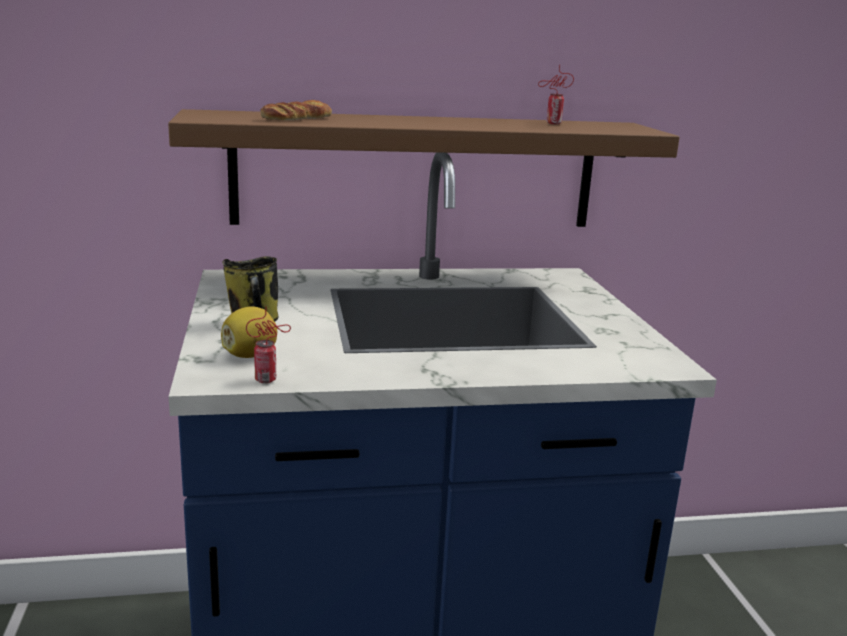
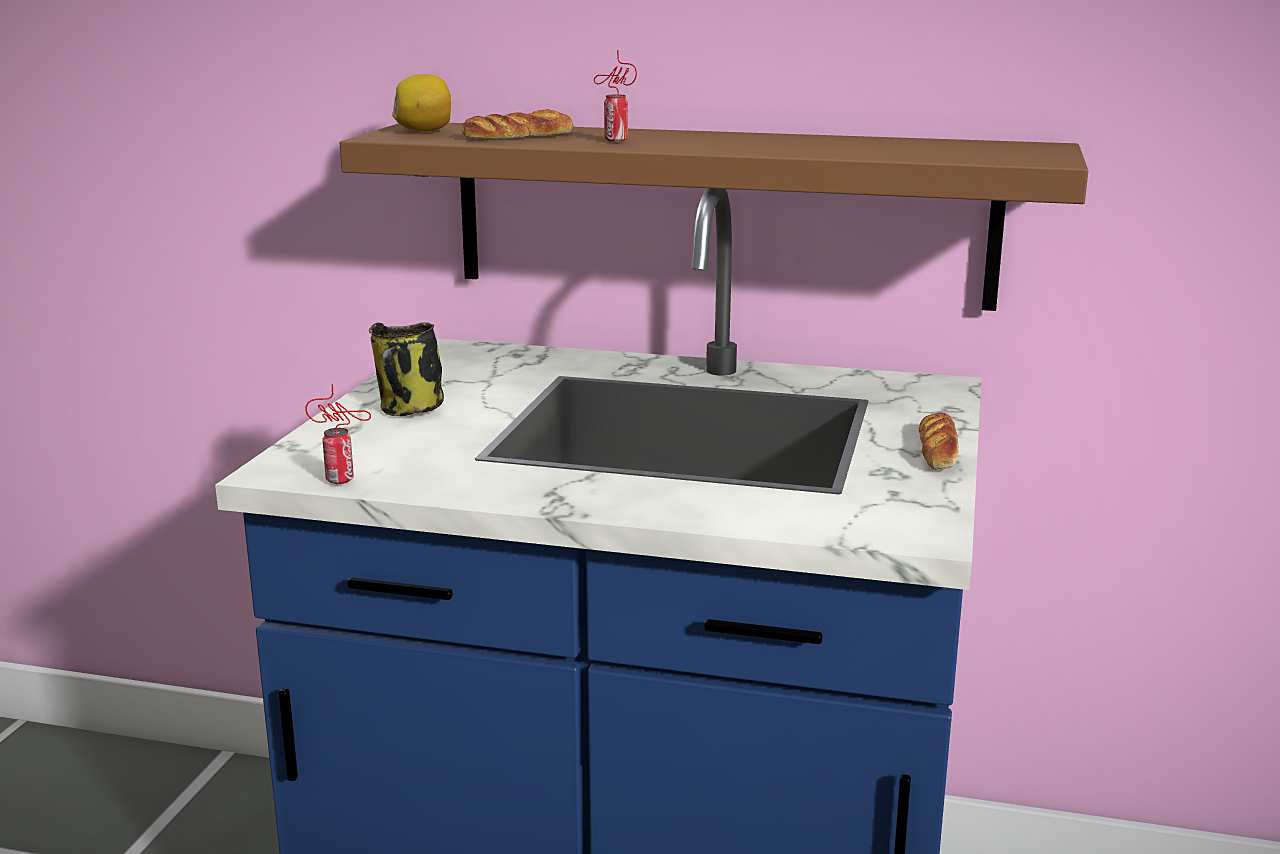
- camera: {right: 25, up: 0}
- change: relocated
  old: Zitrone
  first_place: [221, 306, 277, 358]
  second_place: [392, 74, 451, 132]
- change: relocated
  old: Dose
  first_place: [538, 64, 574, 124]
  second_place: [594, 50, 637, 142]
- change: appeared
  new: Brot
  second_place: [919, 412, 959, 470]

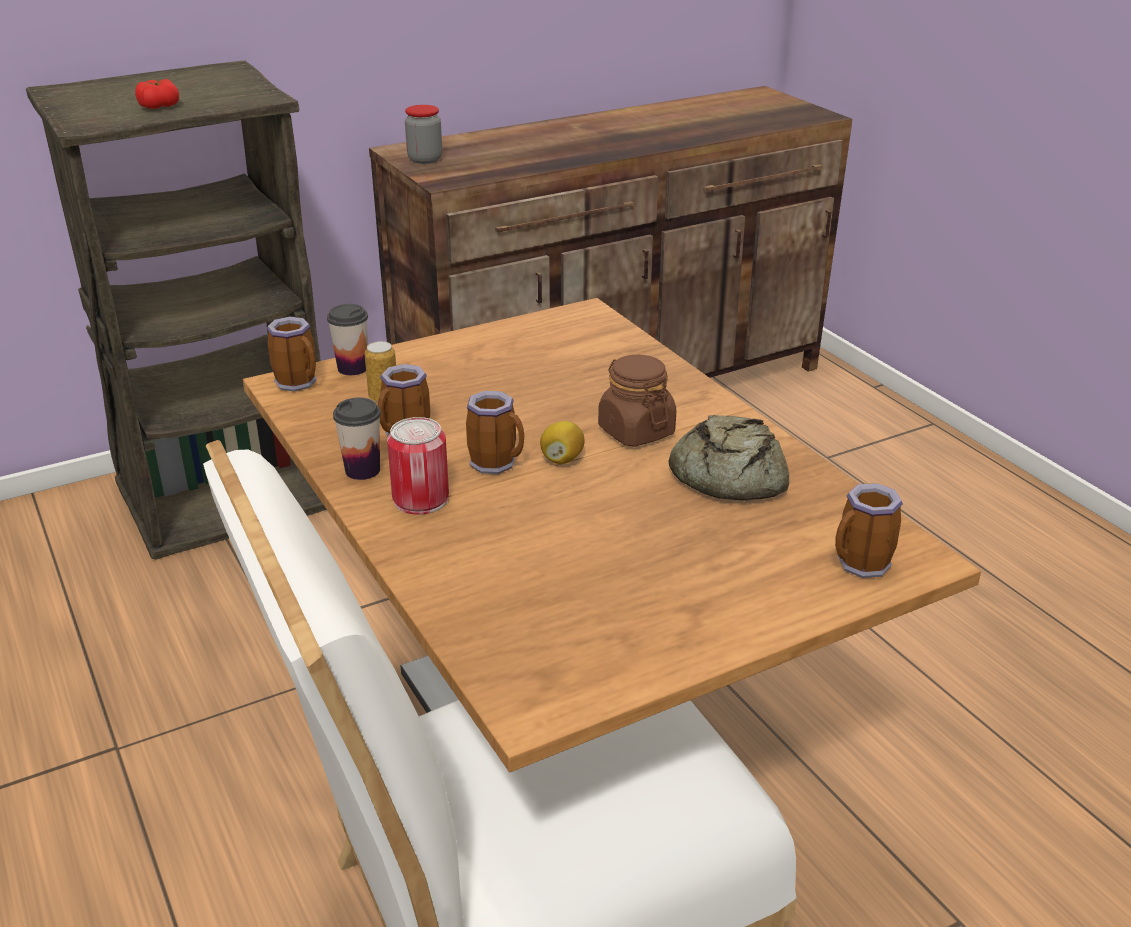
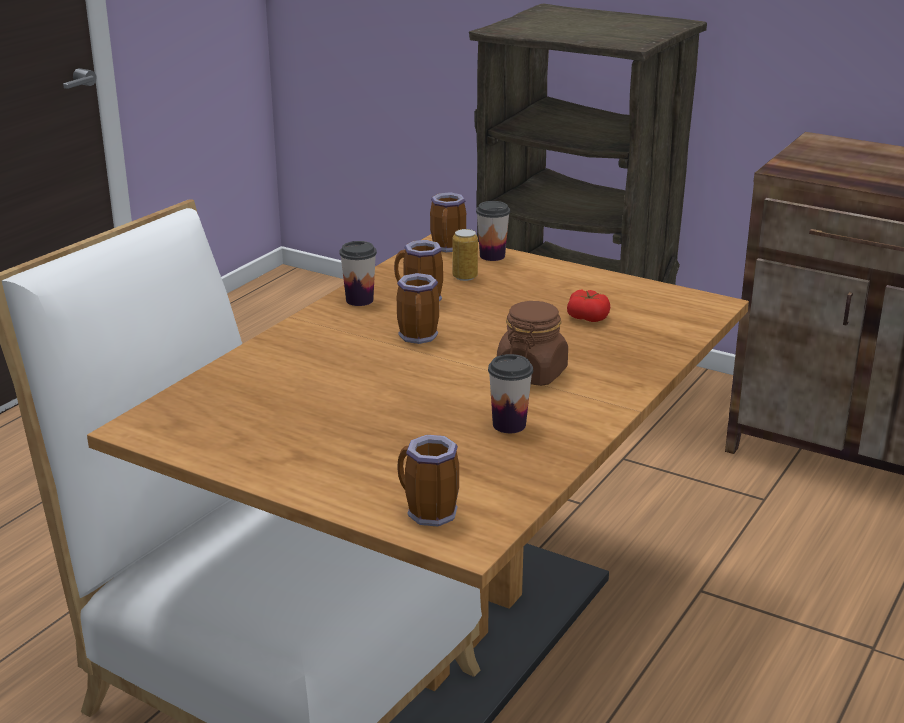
- camera: {right: 60, up: -5}
- change: relocated
  old: Tomate
  first_place: [135, 79, 179, 109]
  second_place: [567, 289, 610, 322]
- change: missing
  old: Dose
  first_place: [387, 417, 449, 515]
- change: missing
  old: Vorratsglas
  first_place: [405, 105, 442, 164]
- change: missing
  old: Zitrone
  first_place: [540, 421, 585, 464]
- change: exchanged
  old: Brot
  new: Tasse
  first_place: [668, 415, 789, 501]
  second_place: [488, 354, 533, 433]

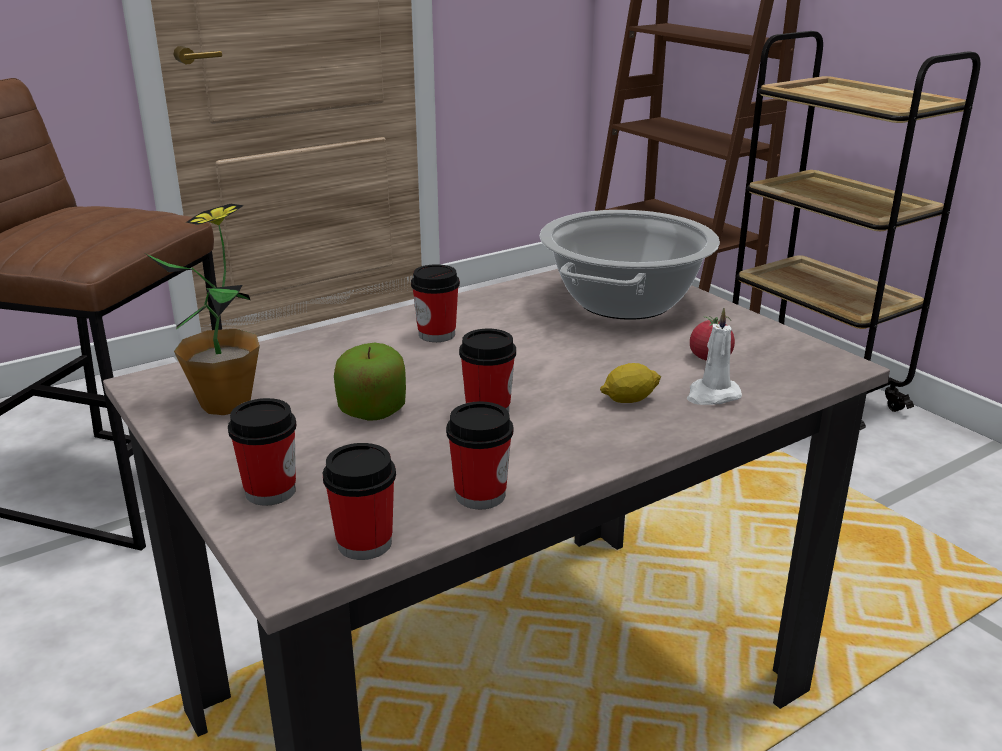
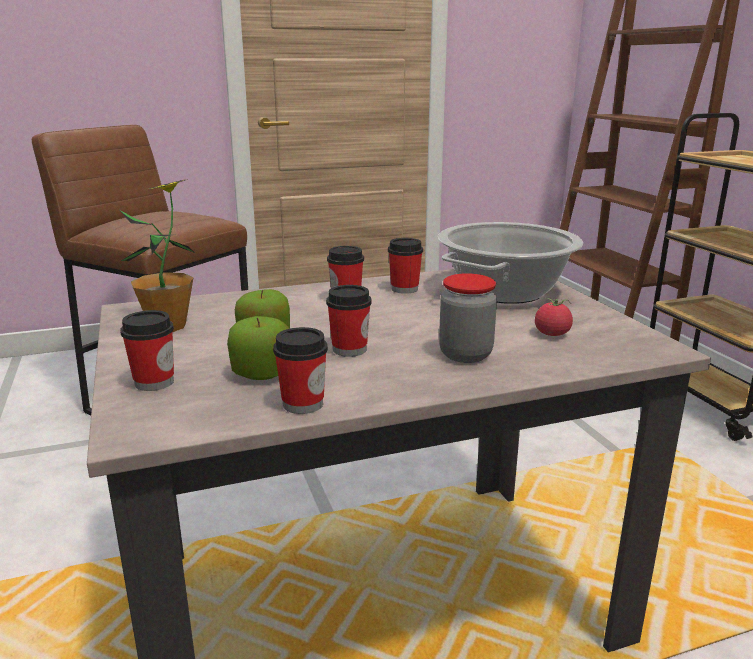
- camera: {right: 15, up: -5}
- change: relocated
  old: Tasse
  first_place: [323, 443, 396, 560]
  second_place: [388, 238, 423, 294]
- change: exchanged
  old: Zitrone
  new: Vorratsglas
  first_place: [600, 363, 661, 403]
  second_place: [439, 273, 497, 363]
- change: missing
  old: Kerze/weiß
  first_place: [686, 308, 742, 405]
- change: appeared
  new: Apfel
  second_place: [227, 316, 289, 380]

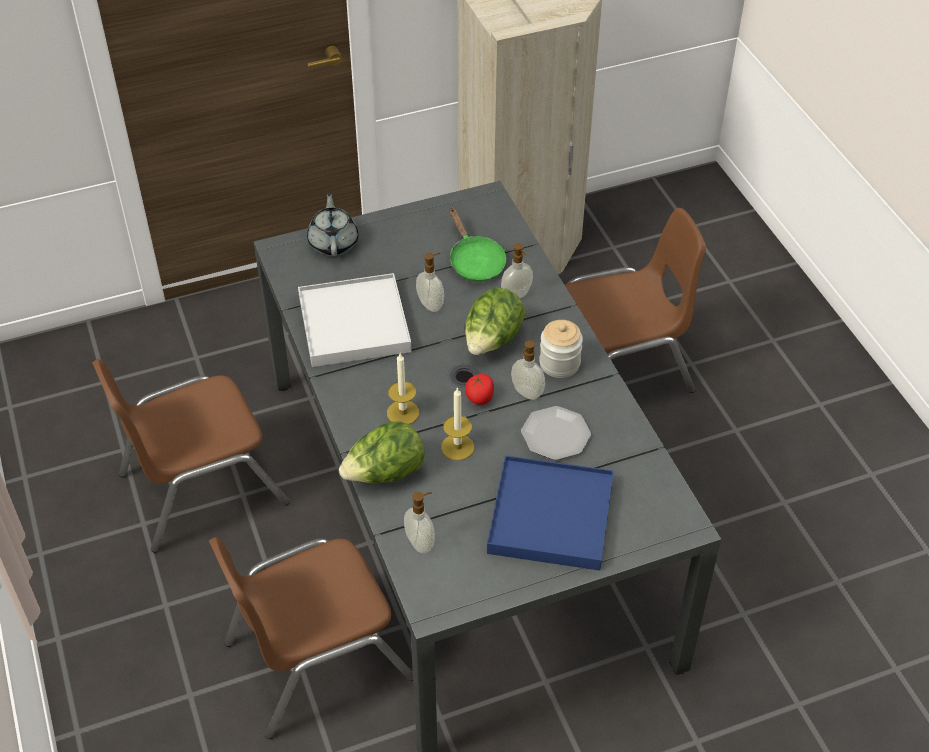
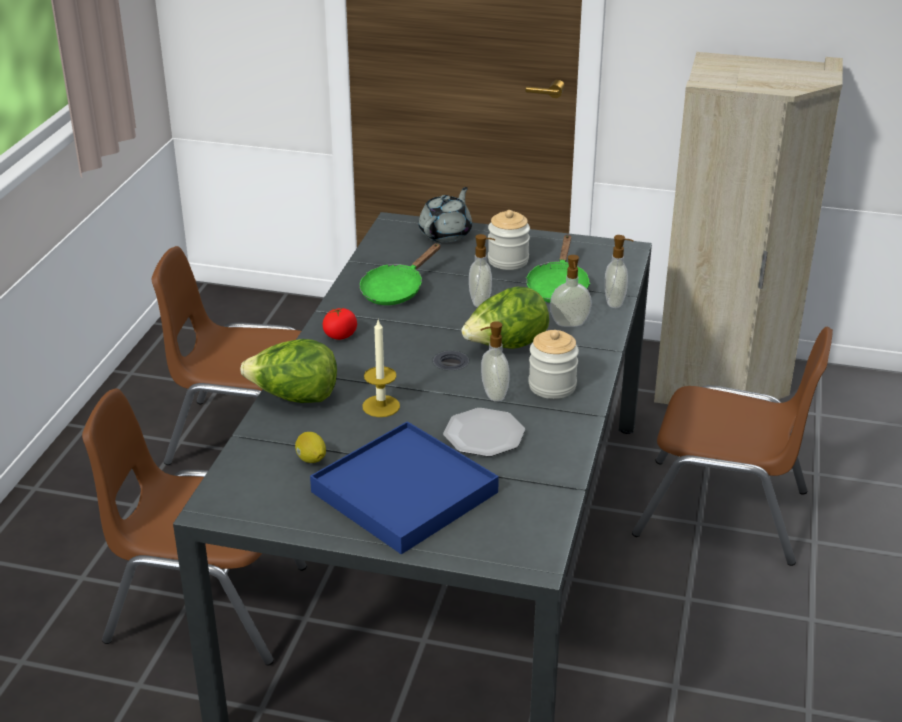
- camera: {right: 35, up: -15}
- change: exchanged
  old: Tablett/weiß
  new: Pfanne/grün
  first_place: [298, 273, 412, 367]
  second_place: [359, 243, 441, 305]
- change: missing
  old: Kerze
  first_place: [387, 353, 419, 424]
- change: relocated
  old: Seifenspender
  first_place: [404, 492, 435, 554]
  second_place: [604, 235, 634, 308]
- change: relocated
  old: Tomate
  first_place: [465, 374, 494, 405]
  second_place: [323, 307, 357, 340]
- change: appeared
  new: Zitrone
  second_place: [295, 432, 326, 463]
- change: appeared
  new: Vorratsglas
  second_place: [488, 210, 530, 270]

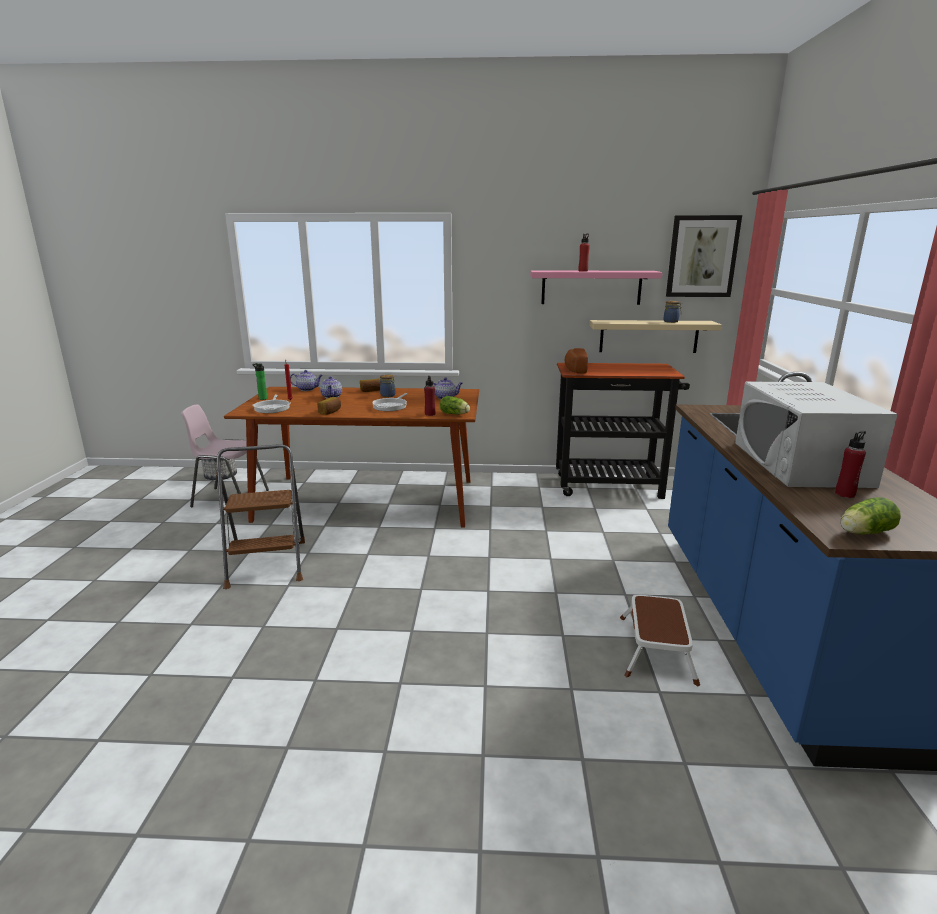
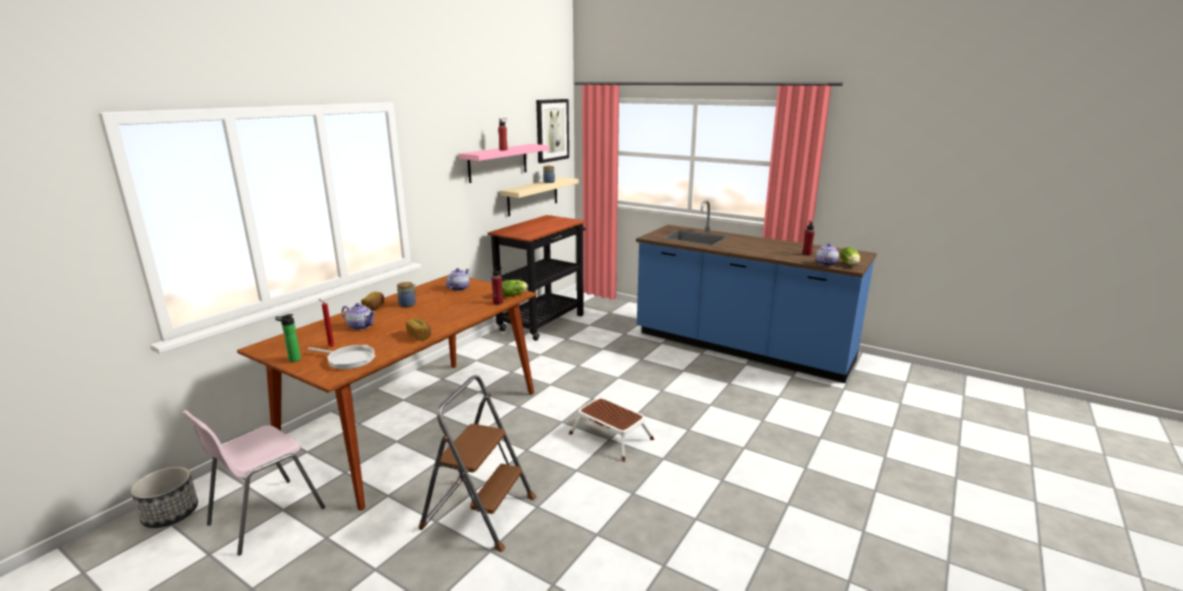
- camera: {right: -60, up: 0}
- change: relocated
  old: Teekanne
  first_place: [290, 370, 323, 391]
  second_place: [816, 243, 839, 266]
- change: missing
  old: Pfanne
  first_place: [372, 393, 407, 411]
- change: missing
  old: Brot
  first_place: [565, 348, 588, 373]
- change: relocated
  old: Trittleiter/braun
  first_place: [620, 595, 700, 686]
  second_place: [569, 398, 654, 462]
- change: missing
  old: Mikrowelle/weiß
  first_place: [735, 382, 898, 488]

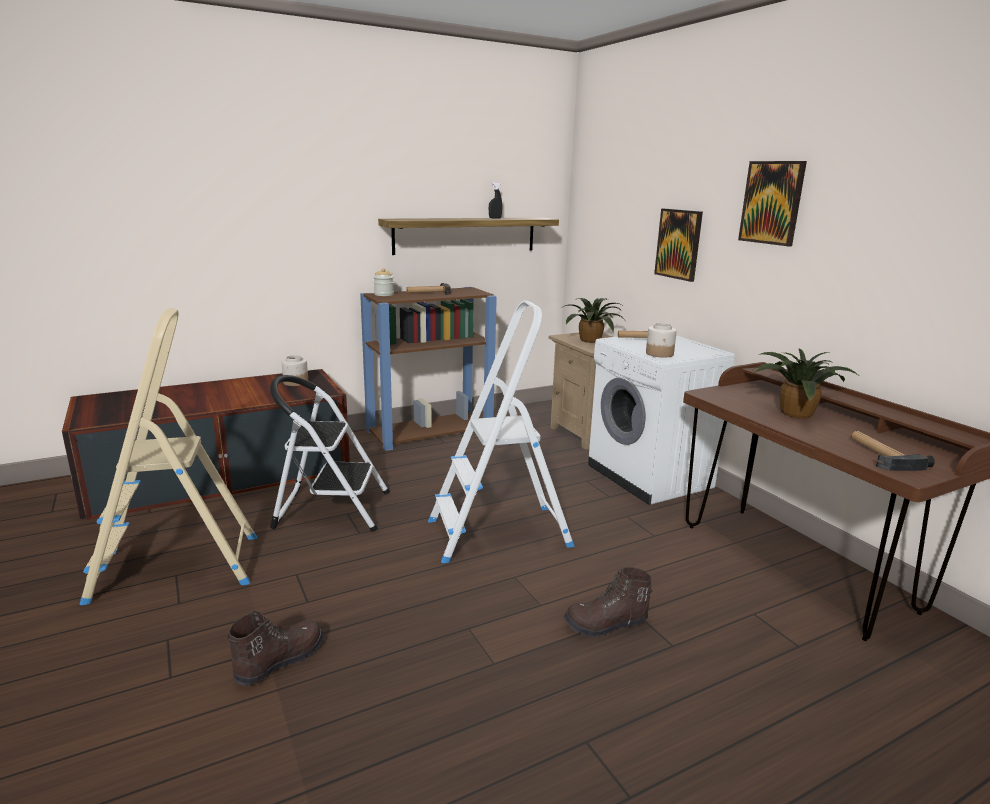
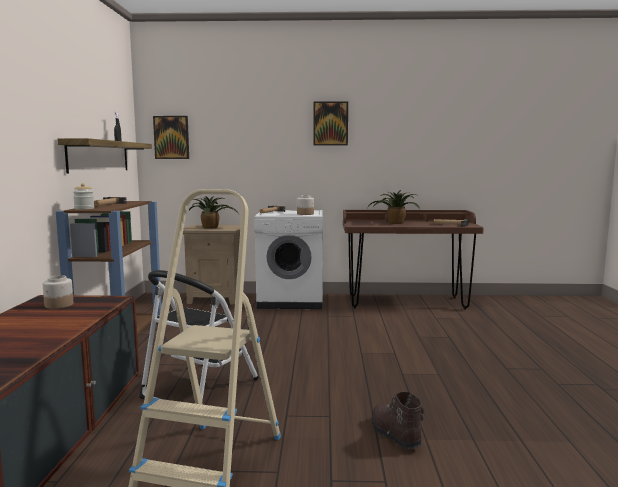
- camera: {right: -60, up: -10}
- change: missing
  old: Trittleiter/weiß
  first_place: [428, 300, 574, 563]
- change: missing
  old: Stiefel/braun
  first_place: [564, 567, 653, 637]
- change: relocated
  old: Bild
  first_place: [654, 209, 703, 282]
  second_place: [153, 116, 189, 159]

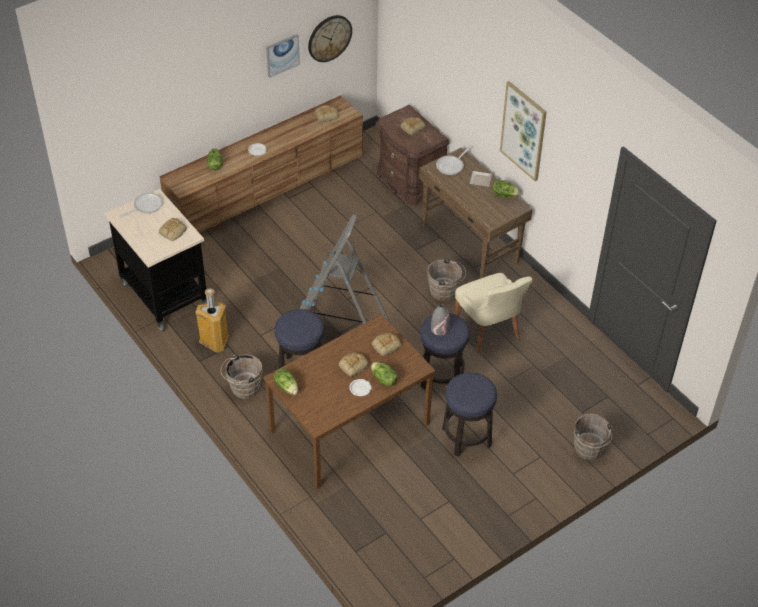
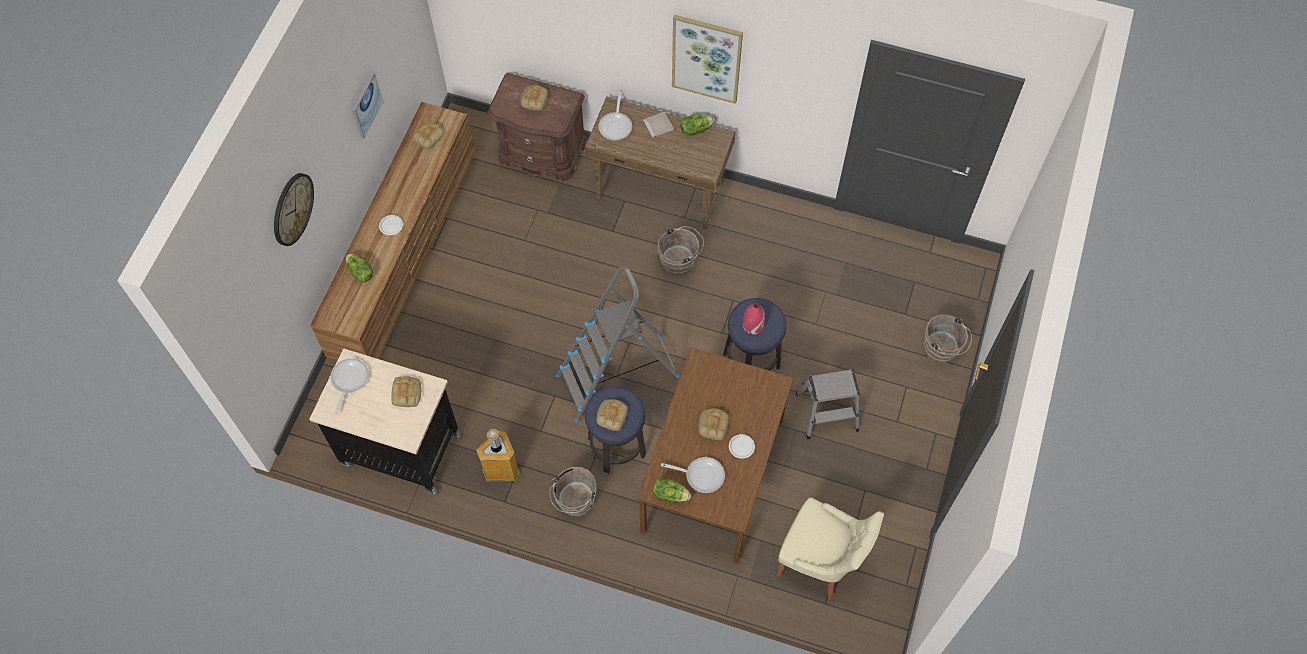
- camera: {right: -35, up: 15}
- change: relocated
  old: Wanduhr
  first_place: [308, 15, 352, 62]
  second_place: [274, 173, 314, 246]
- change: missing
  old: Salatkopf
  first_place: [371, 362, 398, 387]
- change: relocated
  old: Brot
  first_place: [372, 333, 401, 356]
  second_place: [596, 399, 628, 431]
- change: colour
  old: Vase/grau
  new: Vase/rot
  first_place: [431, 304, 450, 335]
  second_place: [743, 303, 765, 334]
- change: exchanged
  old: Hocker
  new: Trittleiter/grau
  first_place: [442, 373, 497, 457]
  second_place: [796, 369, 860, 440]
- change: relocated
  old: Stuhl/beige
  first_place: [455, 273, 533, 353]
  second_place: [777, 498, 884, 601]
- change: appeared
  new: Pfanne
  second_place: [661, 457, 725, 493]

